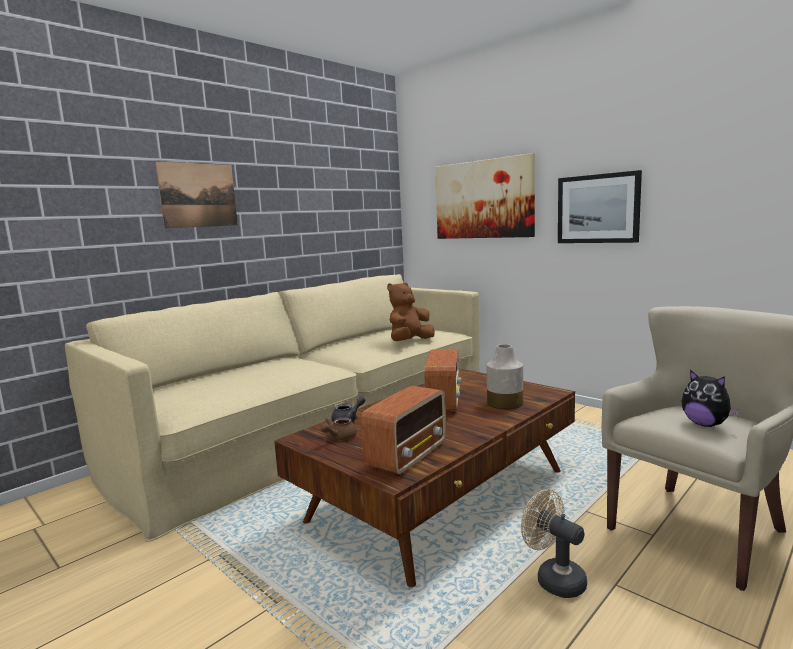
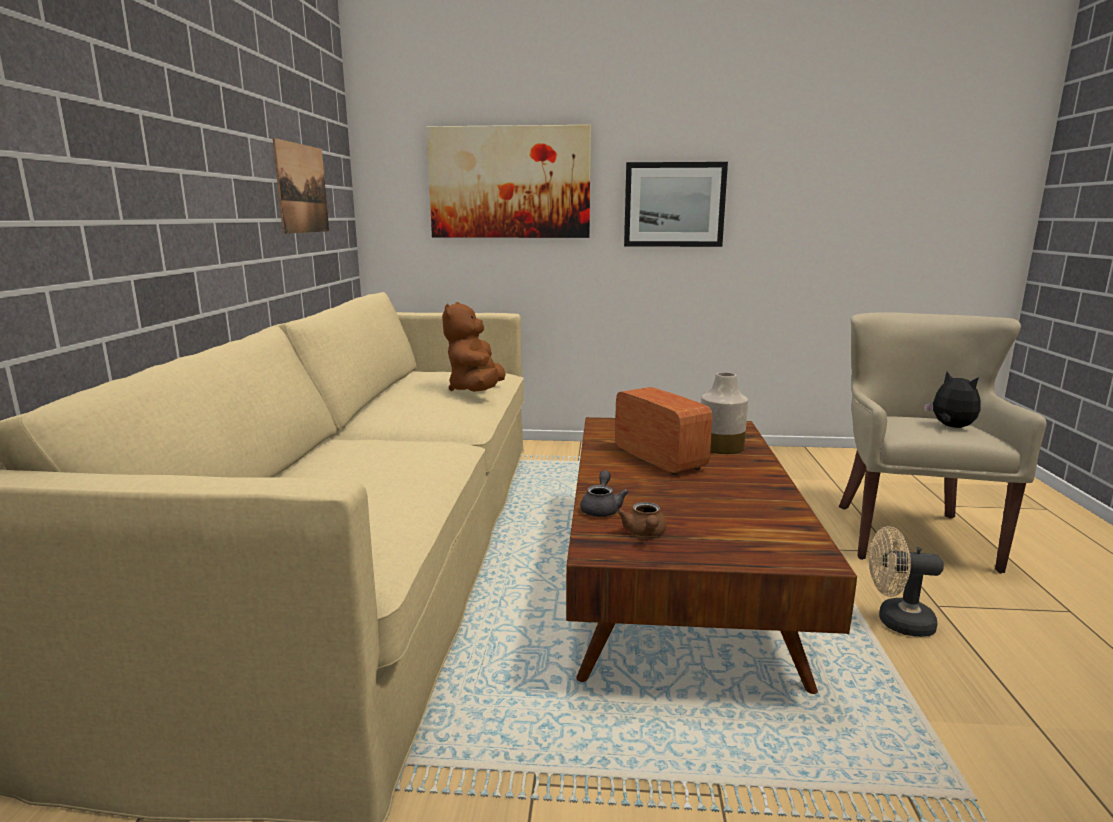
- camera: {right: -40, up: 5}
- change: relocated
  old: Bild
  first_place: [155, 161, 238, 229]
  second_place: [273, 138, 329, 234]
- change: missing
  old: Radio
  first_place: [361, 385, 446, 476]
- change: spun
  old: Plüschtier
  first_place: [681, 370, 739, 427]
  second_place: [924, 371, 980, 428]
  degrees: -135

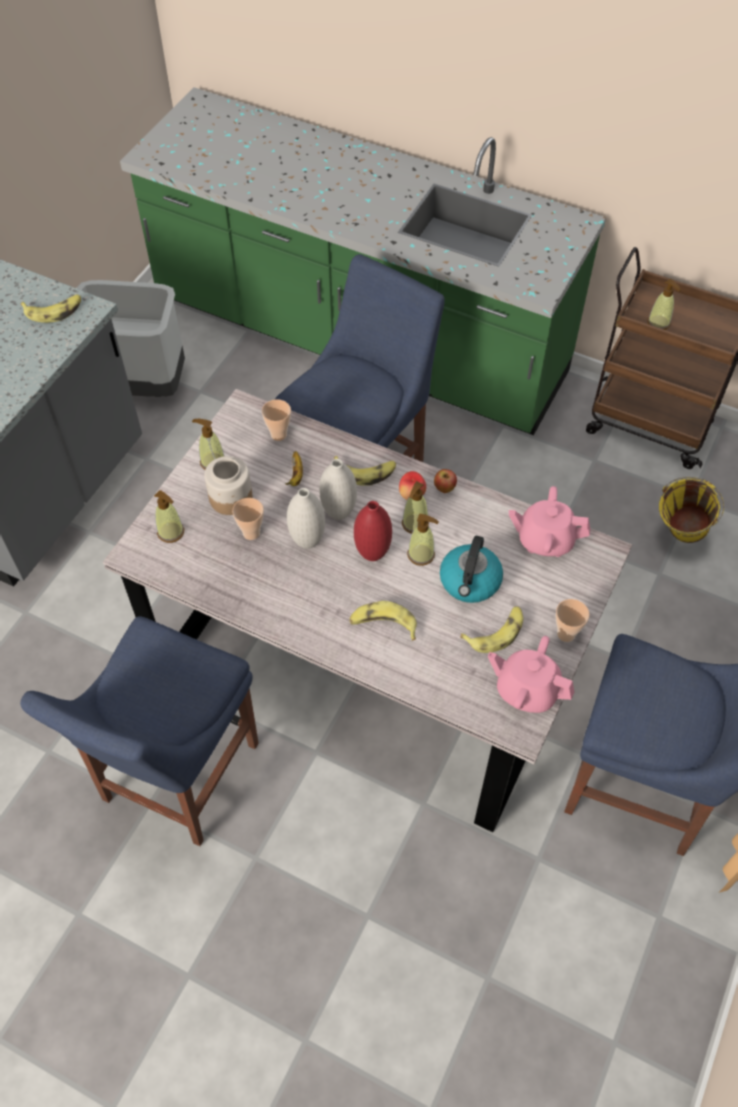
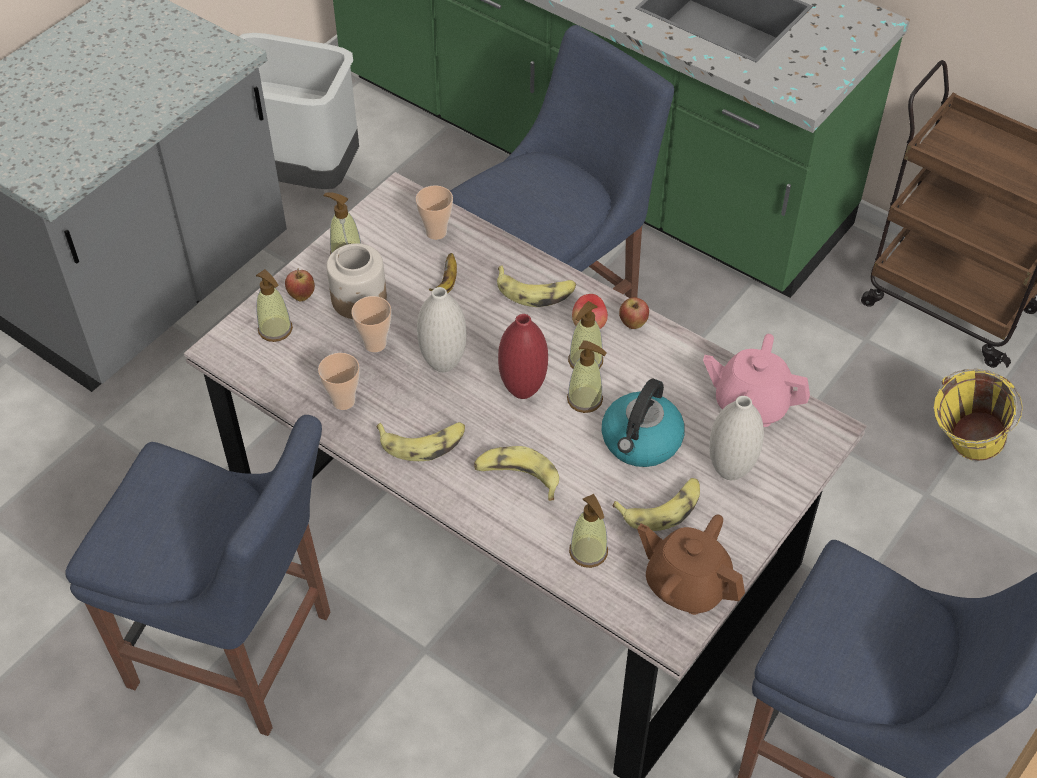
- camera: {right: 10, up: -5}
- change: spun
  old: Stuhl/blau
  first_place: [20, 616, 259, 846]
  second_place: [65, 415, 331, 736]
  degrees: -105
- change: relocated
  old: Banane
  first_place: [21, 294, 81, 323]
  second_place: [377, 422, 465, 461]
- change: relocated
  old: Vase/weiß
  first_place: [319, 459, 357, 520]
  second_place: [709, 396, 764, 480]
- change: colour
  old: Teekanne/rosa
  new: Teekanne/braun
  first_place: [488, 636, 574, 713]
  second_place: [637, 515, 745, 615]
- change: relocated
  old: Tasse
  first_place: [556, 599, 590, 642]
  second_place: [318, 353, 360, 410]
- change: relocated
  old: Seifenspender
  first_place: [647, 279, 681, 330]
  second_place: [569, 494, 608, 568]
- change: appeared
  new: Apfel
  second_place: [285, 268, 315, 301]

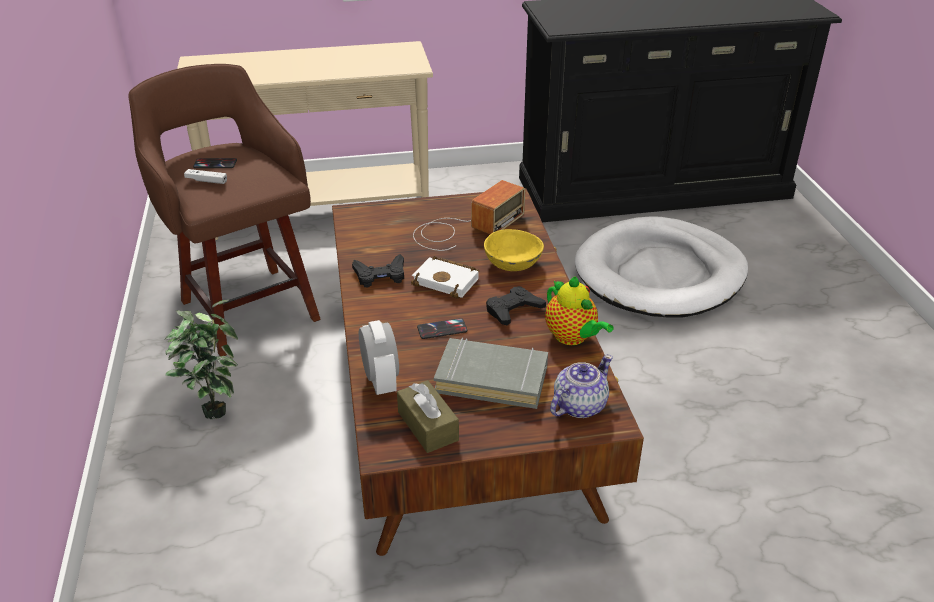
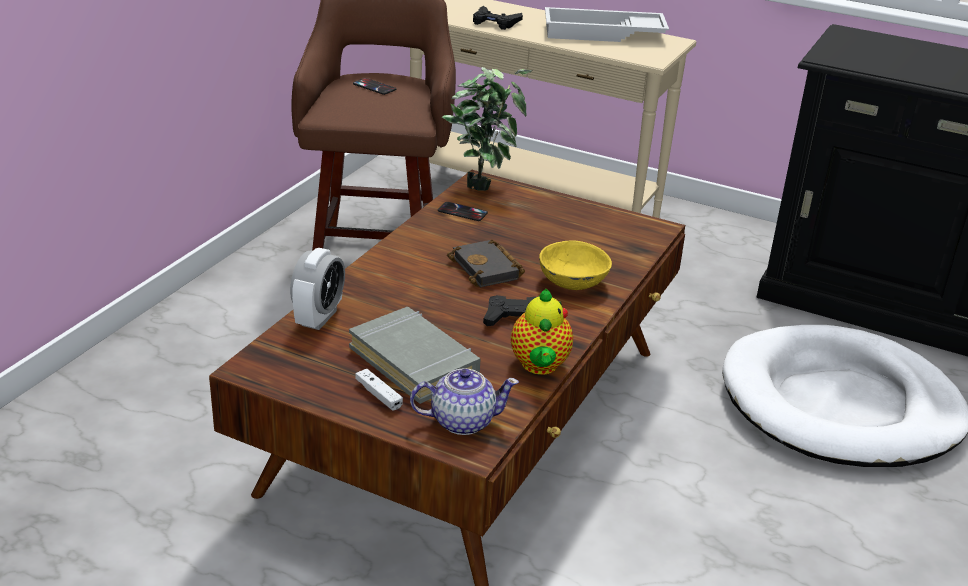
- camera: {right: 35, up: -5}
- change: relocated
  old: Topfpflanze
  first_place: [165, 299, 238, 419]
  second_place: [442, 67, 533, 191]
- change: relocated
  old: Gamepad/weiß
  first_place: [184, 169, 227, 184]
  second_place: [355, 369, 403, 411]
- change: relocated
  old: Gamepad/schwarz
  first_place: [352, 254, 404, 288]
  second_place: [473, 6, 523, 30]
- change: missing
  old: Taschentuchbox/braun
  first_place: [397, 380, 459, 453]
- change: colour
  old: Buch/weiß
  new: Buch/schwarz
  first_place: [411, 256, 479, 299]
  second_place: [447, 240, 525, 287]
- change: missing
  old: Radio
  first_place: [413, 180, 525, 251]
- change: relocated
  old: Handy
  first_place: [417, 318, 468, 339]
  second_place: [438, 202, 488, 221]
- change: appeared
  new: Tablett/weiß
  second_place: [545, 7, 669, 42]

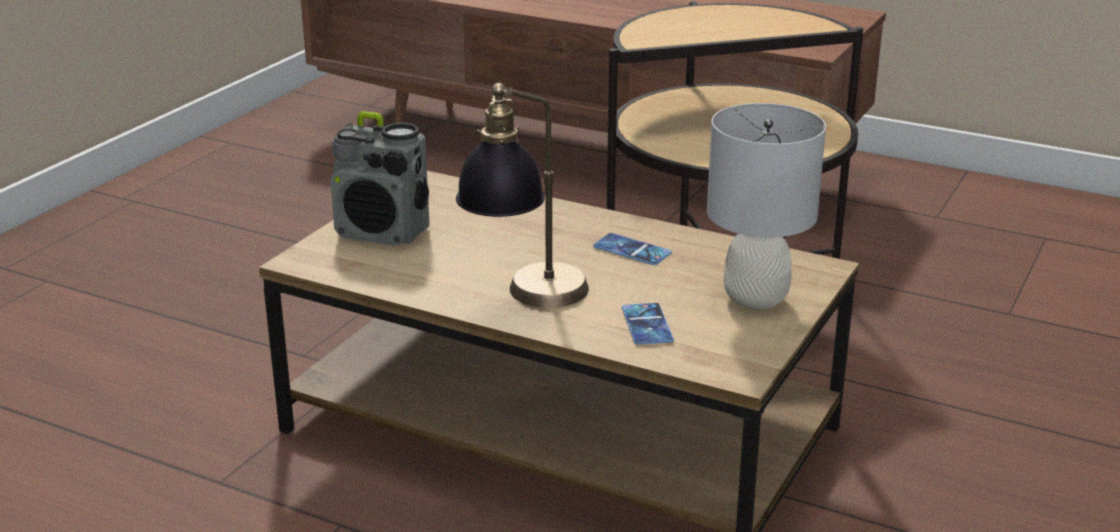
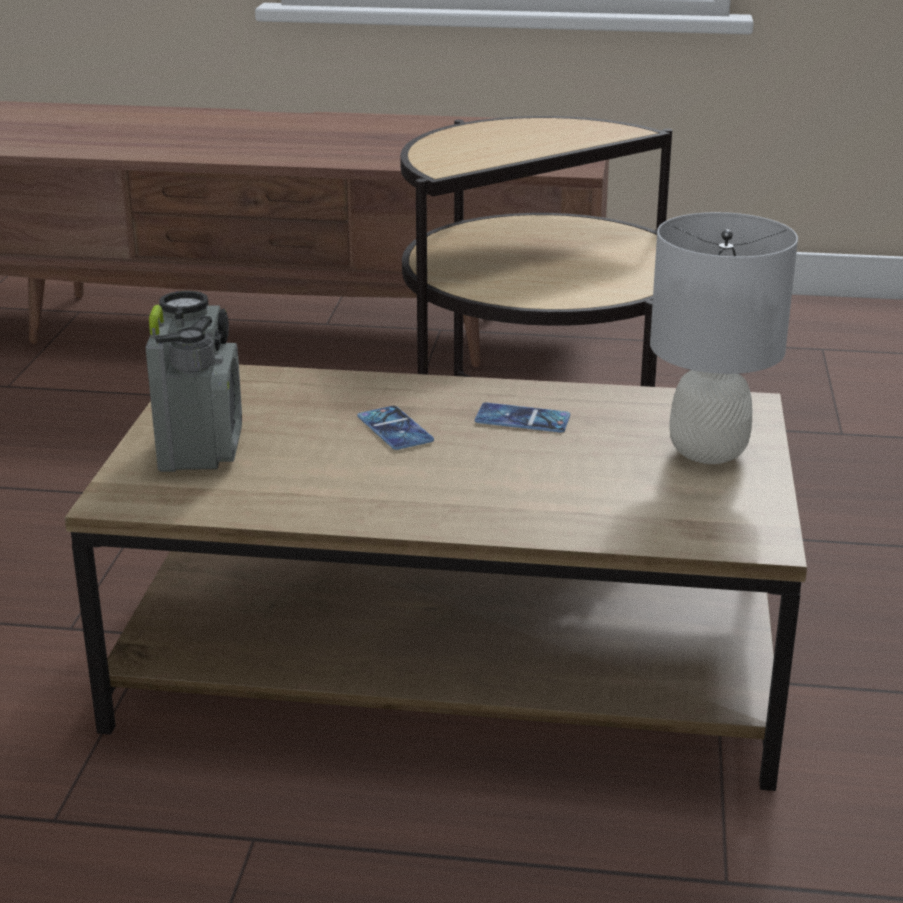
- camera: {right: -20, up: 0}
- change: spun
  old: Radio
  first_place: [330, 111, 430, 246]
  second_place: [146, 291, 242, 472]
  degrees: -90
- change: missing
  old: Tischlampe
  first_place: [456, 83, 589, 308]
- change: relocated
  old: Handy
  first_place: [622, 303, 674, 345]
  second_place: [357, 406, 434, 450]

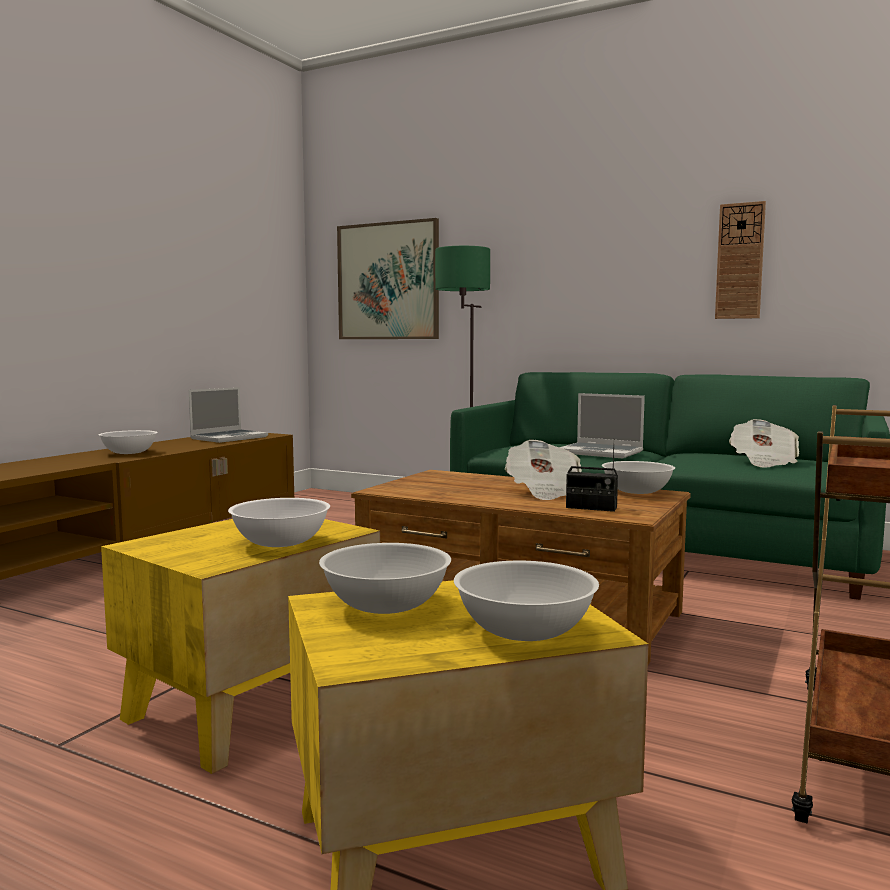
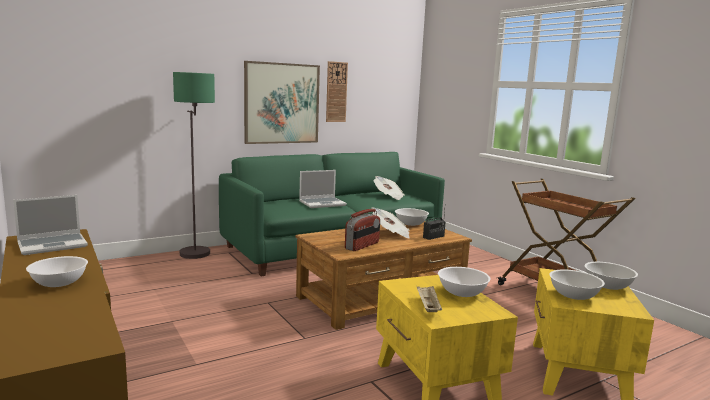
- camera: {right: -60, up: 5}
- change: spun
  old: Laptop
  first_place: [189, 387, 268, 443]
  second_place: [13, 195, 88, 255]
  degrees: 75
- change: relocated
  old: Bild
  first_place: [337, 218, 439, 339]
  second_place: [244, 61, 320, 144]
- change: appeared
  new: Radio
  second_place: [345, 209, 380, 251]
- change: appeared
  new: Tablett/beige
  second_place: [417, 286, 442, 312]

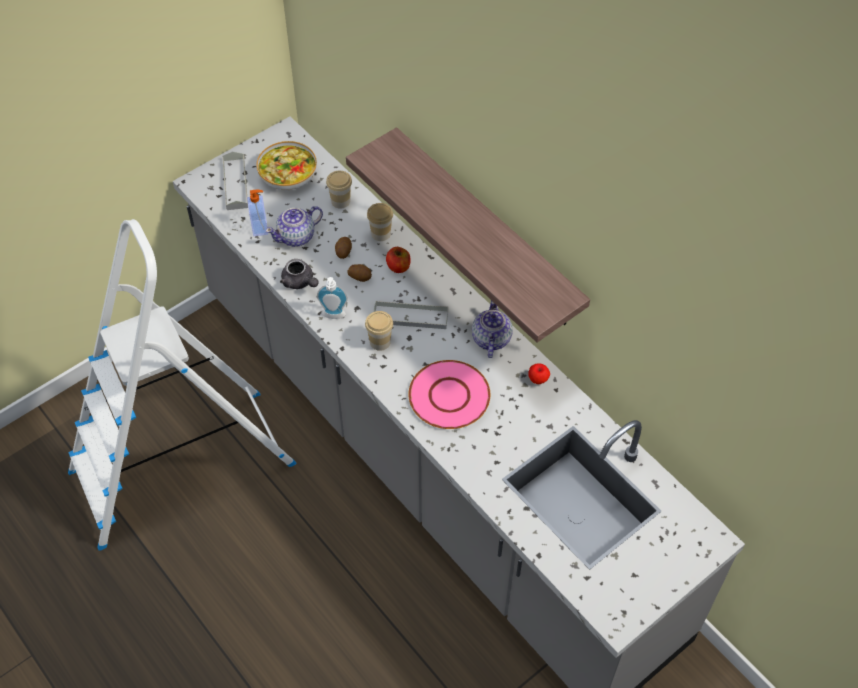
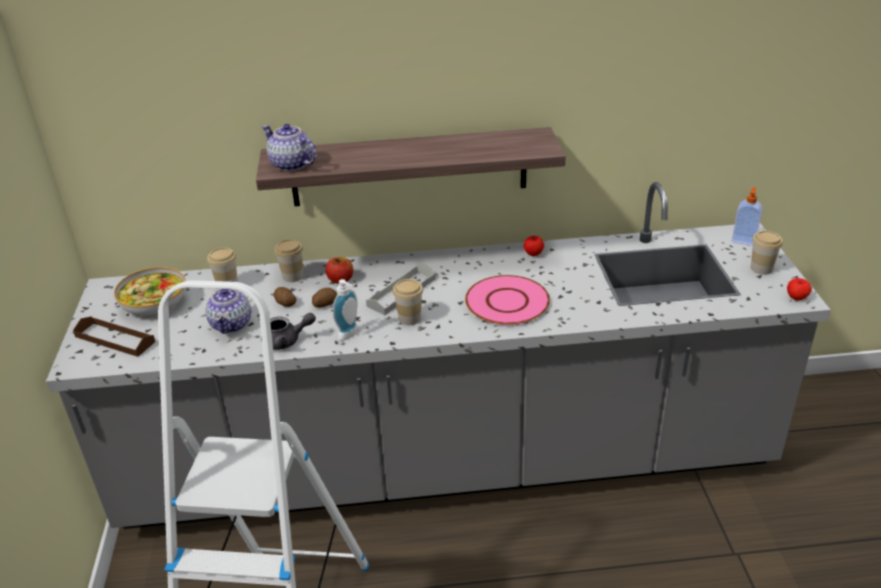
- camera: {right: -55, up: -20}
- change: colour
  old: Tablett/grau
  new: Tablett/braun
  first_place: [222, 151, 248, 210]
  second_place: [73, 316, 155, 357]
- change: relocated
  old: Seifenspender
  first_place: [247, 190, 268, 236]
  second_place: [732, 187, 763, 246]
- change: relocated
  old: Teekanne
  first_place: [472, 300, 513, 358]
  second_place: [262, 124, 317, 171]
- change: appeared
  new: Tasse
  second_place: [751, 231, 783, 275]
- change: appeared
  new: Apfel
  second_place: [787, 278, 812, 301]

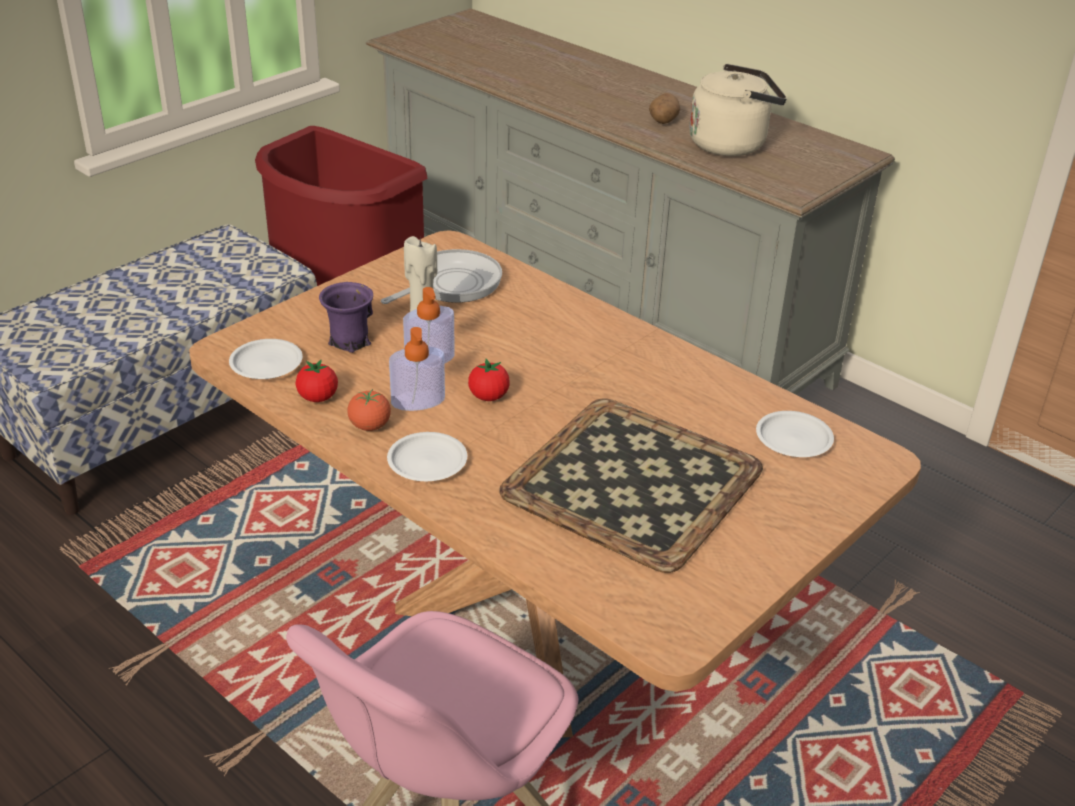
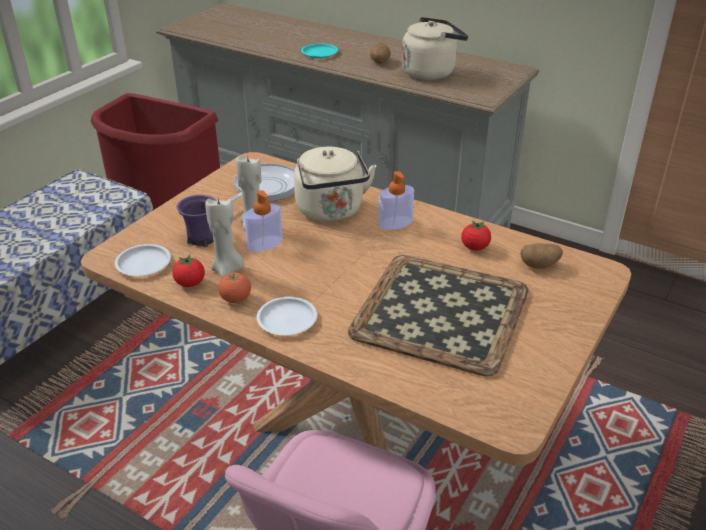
- camera: {right: -10, up: 0}
- change: relocated
  old: Seifenspender
  first_place: [389, 327, 445, 411]
  second_place: [379, 171, 414, 230]
- change: relocated
  old: Tomate
  first_place: [468, 359, 510, 401]
  second_place: [461, 220, 491, 251]
- change: exchanged
  old: Teller/weiß
  new: Kartoffel
  first_place: [756, 411, 834, 457]
  second_place: [520, 243, 563, 269]
- change: appeared
  new: Kerze/beige
  second_place: [205, 199, 243, 278]
- change: appeared
  new: Wasserkessel/beige
  second_place: [294, 147, 376, 222]
- change: appeared
  new: Teller/türkis
  second_place: [301, 43, 338, 58]

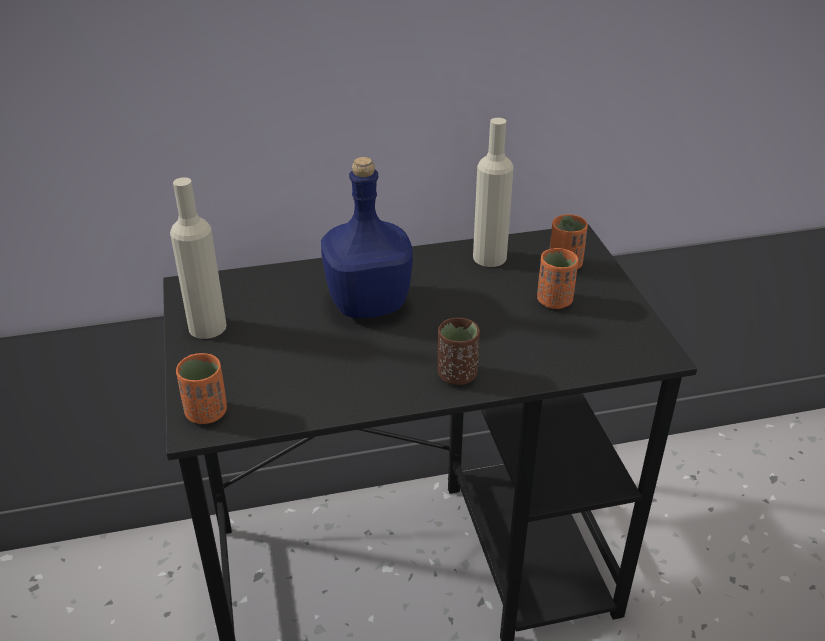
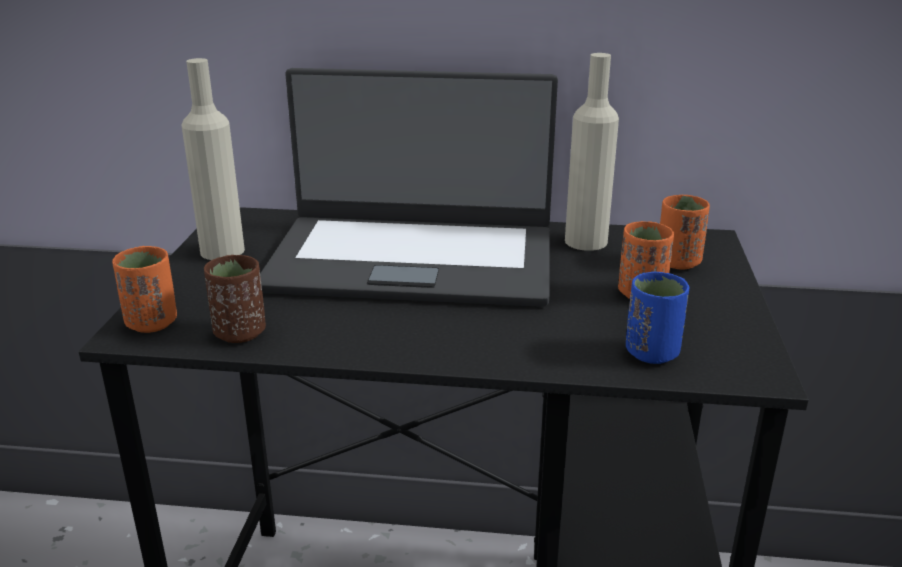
- camera: {right: 20, up: -10}
- change: exchanged
  old: Flasche/blau
  new: Laptop
  first_place: [321, 157, 413, 318]
  second_place: [260, 68, 558, 307]
- change: relocated
  old: Tasse/braun
  first_place: [438, 318, 480, 385]
  second_place: [203, 255, 266, 343]
- change: appeared
  new: Tasse/blau
  second_place: [626, 272, 689, 364]

